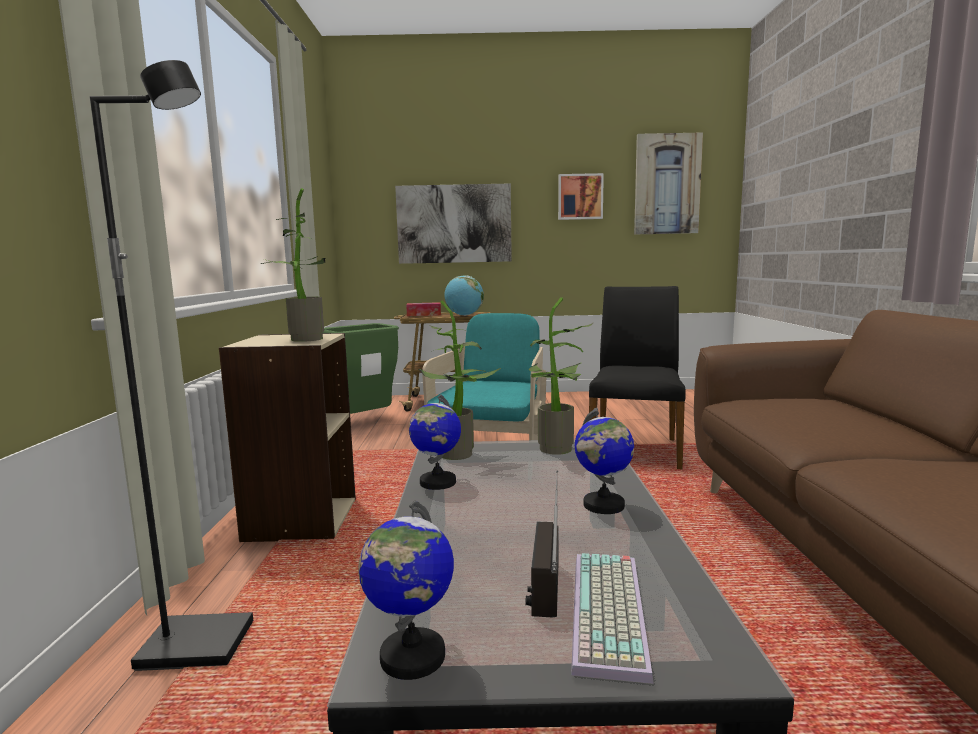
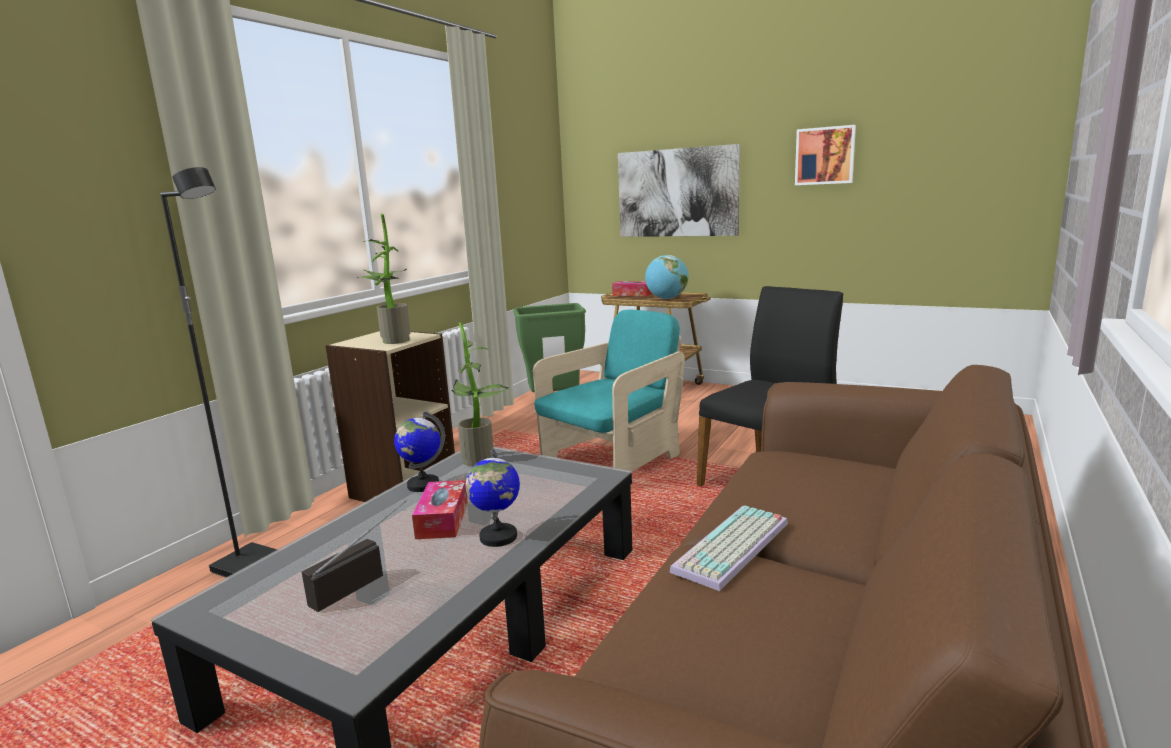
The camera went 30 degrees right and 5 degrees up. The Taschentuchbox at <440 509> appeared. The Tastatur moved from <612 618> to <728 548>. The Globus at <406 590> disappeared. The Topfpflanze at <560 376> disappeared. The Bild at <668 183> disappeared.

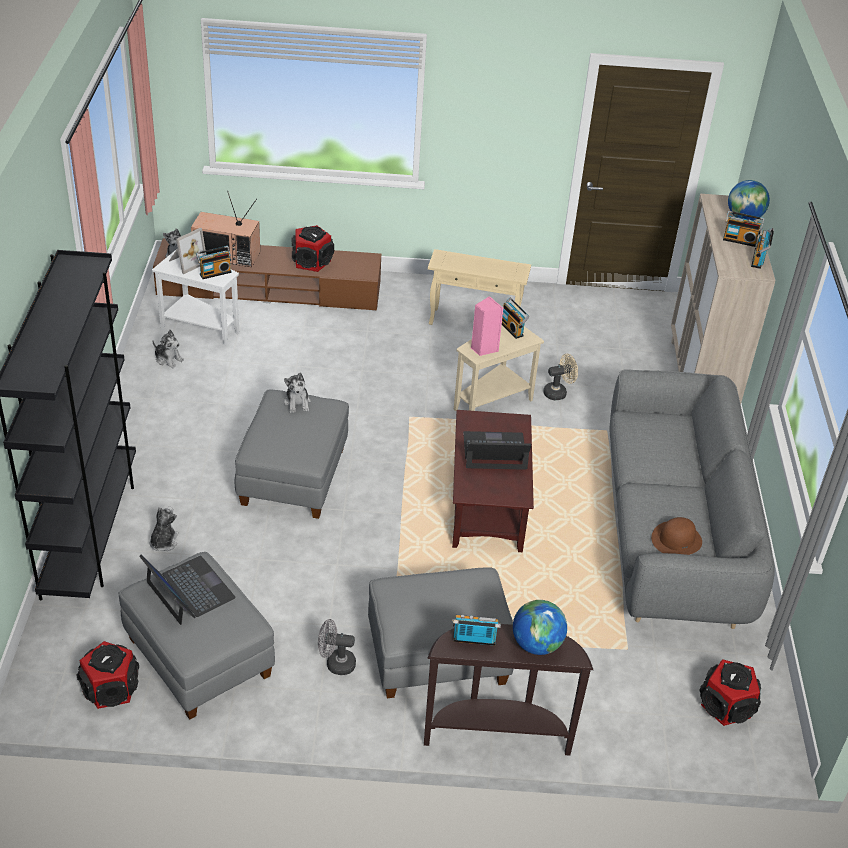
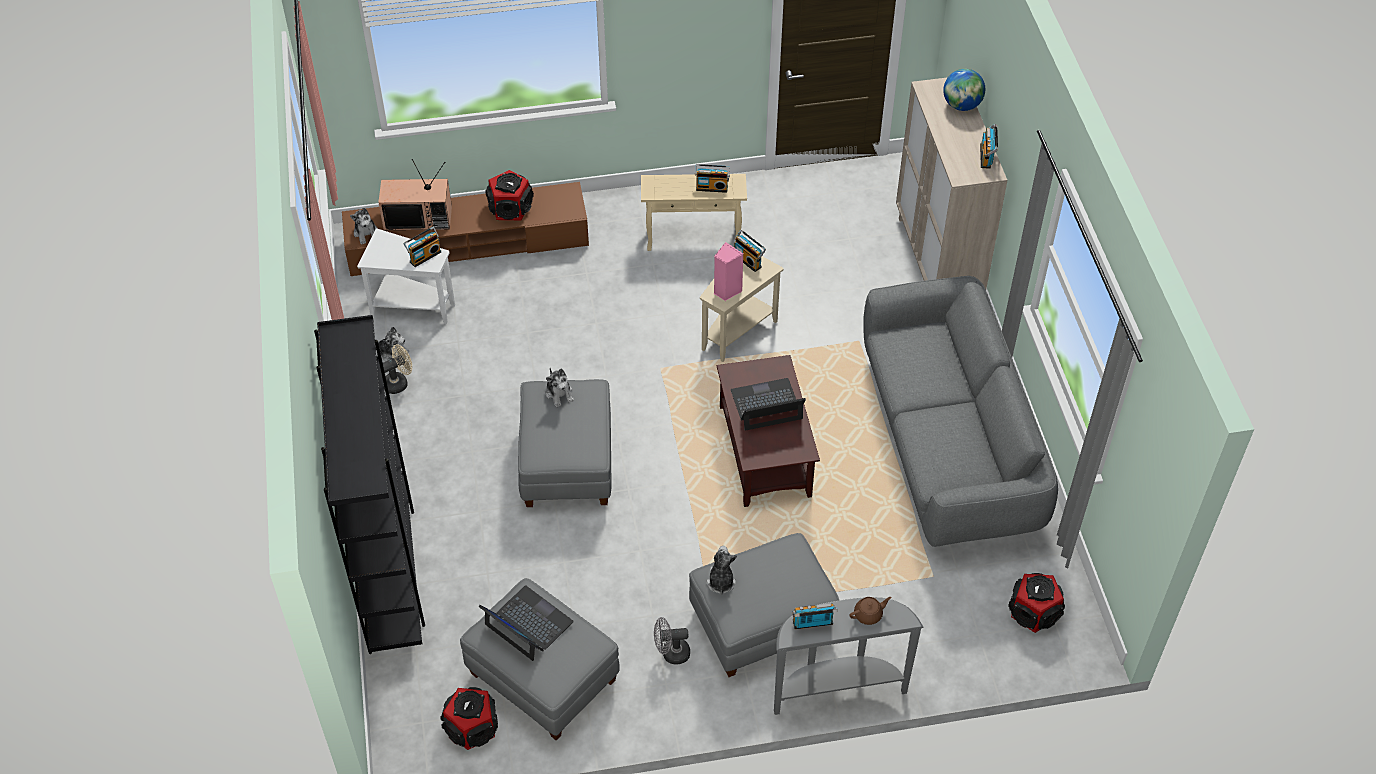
The camera went 10 degrees left and 10 degrees up. The Ventilator/beige moved from <560 377> to <397 369>. The Radio moved from <743 229> to <712 178>. The Plüschtier moved from <164 528> to <721 570>. The Konsolentisch/braun at <508 690> became the Konsolentisch/grau at <849 656>. The Globus at <540 627> was replaced by the Teekanne/braun at <870 611>. The Bilderrahmen at <187 251> disappeared. The Hut/braun at <676 536> disappeared.

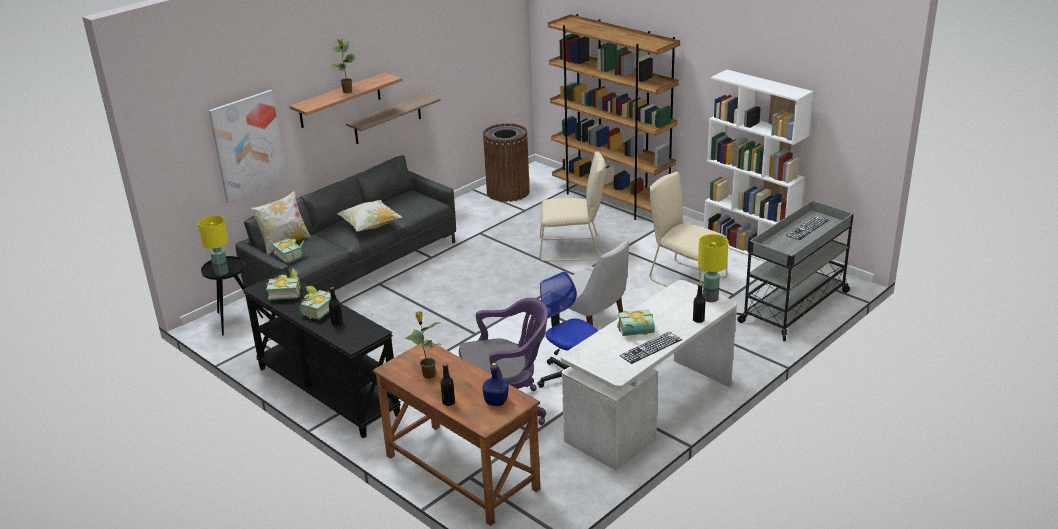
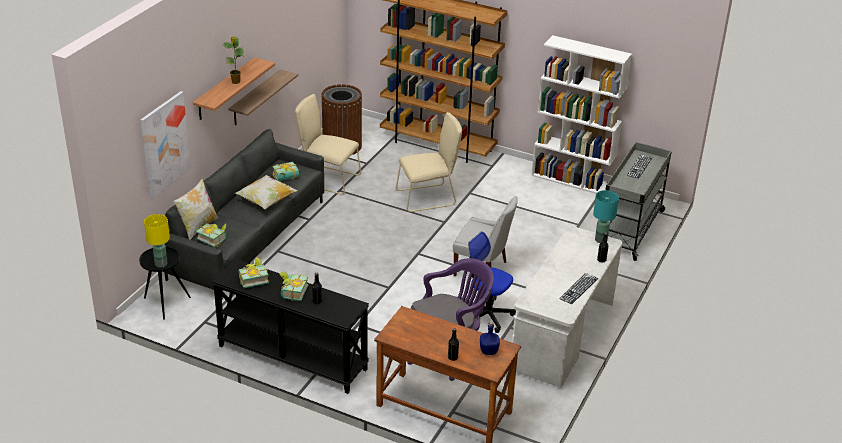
The camera went 20 degrees left and 5 degrees up. The Buch moved from <636 322> to <285 171>. The Stuhl/beige moved from <688 229> to <328 144>. The Tischlampe/gelb at <713 268> became the Tischlampe/türkis at <606 216>. The Topfpflanze at <423 345> disappeared.

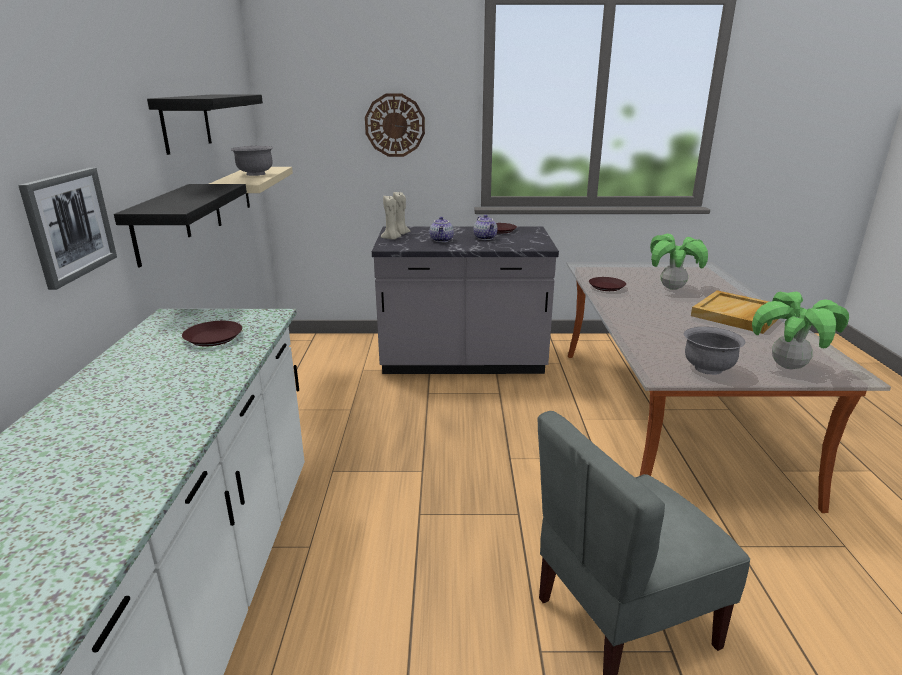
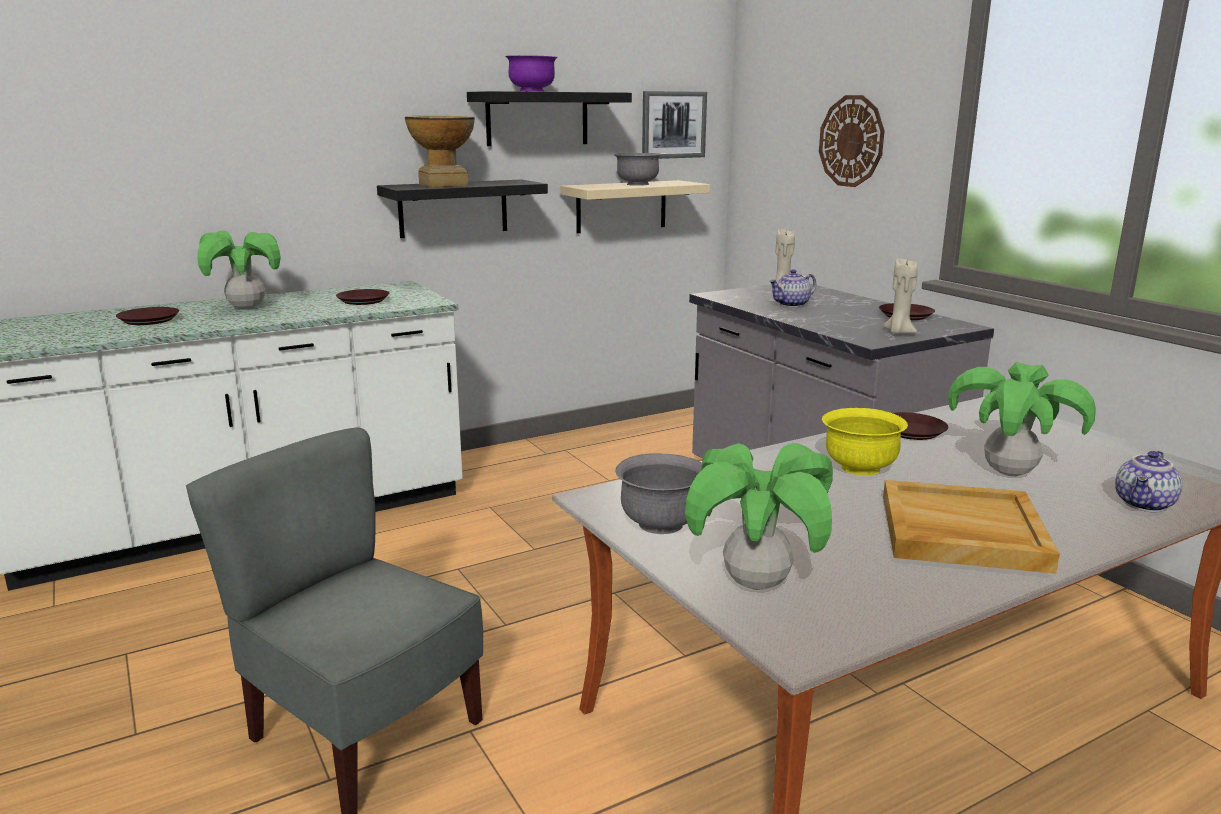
The camera went 60 degrees right and 5 degrees down. The Teller/braun at <147 316> appeared. The Topfpflanze at <239 270> appeared. The Vase at <440 152> appeared. The Schüssel/lila at <531 73> appeared. The Bild moved from <67 229> to <674 125>. The Schüssel/gelb at <865 442> appeared. The Kerze/beige moved from <391 218> to <901 296>. The Teekanne moved from <485 227> to <1148 481>.

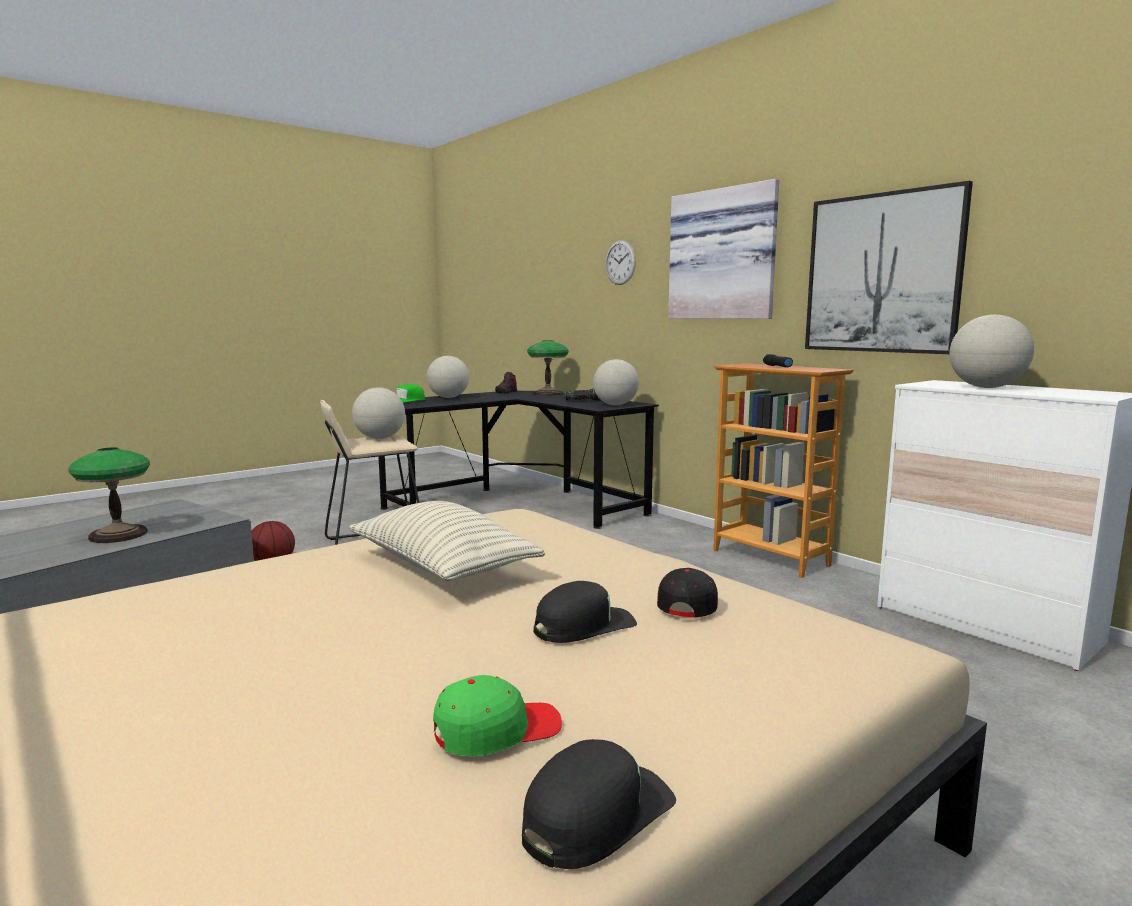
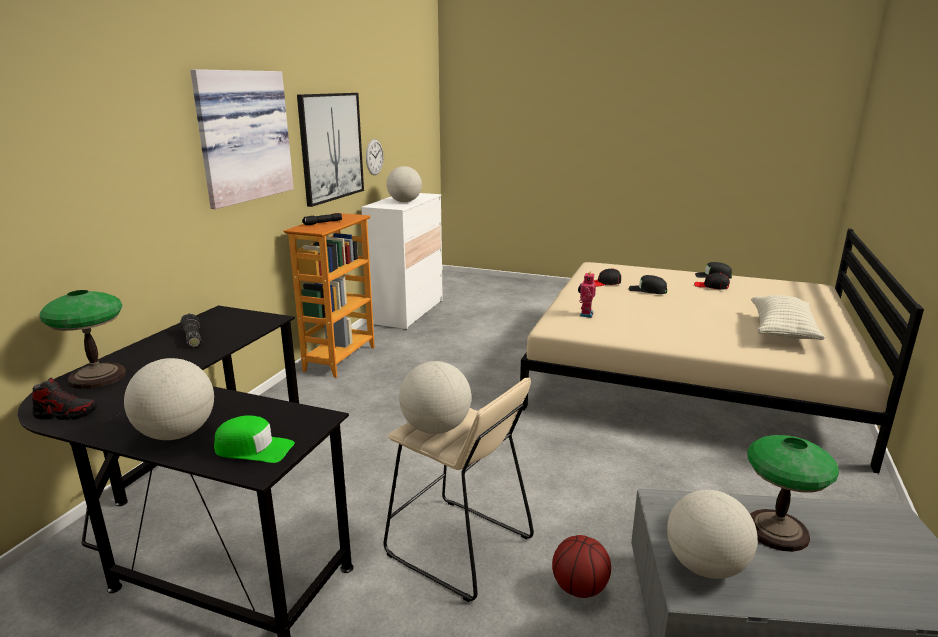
The camera went 120 degrees left and 10 degrees up. The Wanduhr moved from <620 262> to <375 157>. The Spielzeugroboter at <587 295> appeared. The Globus moved from <616 382> to <712 534>. The Kappe/grün at <497 715> became the Kappe/schwarz at <712 281>. The Kissen moved from <447 541> to <788 317>.

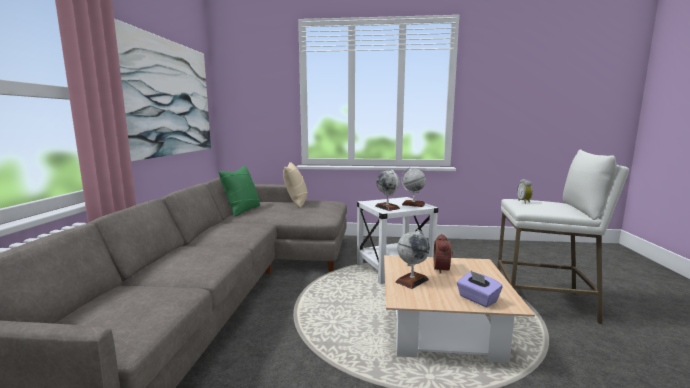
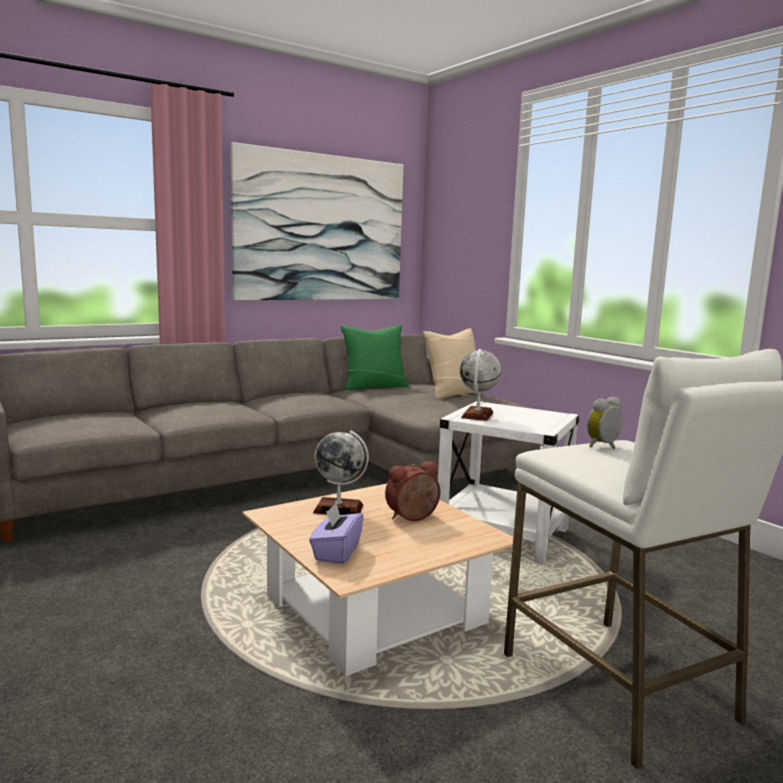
The camera went 50 degrees right and 0 degrees up. The Globus at <413 187> disappeared.

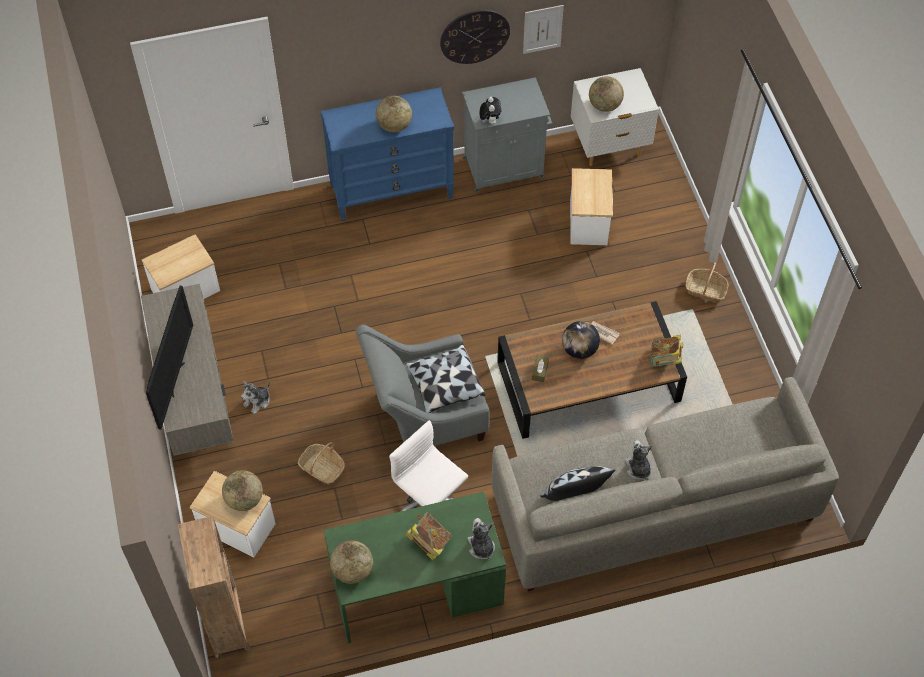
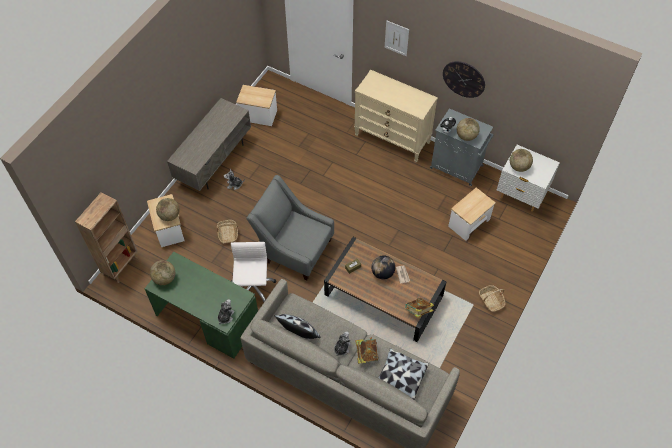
The camera went 45 degrees right and 0 degrees up. The Kommode/blau at <387 154> became the Kommode/beige at <396 116>. The Buch moved from <428 536> to <367 350>. The Kissen moved from <445 379> to <403 374>. The Bild moved from <543 29> to <397 38>. The Globus moved from <394 114> to <468 129>. The Fernseher at <169 358> disappeared.

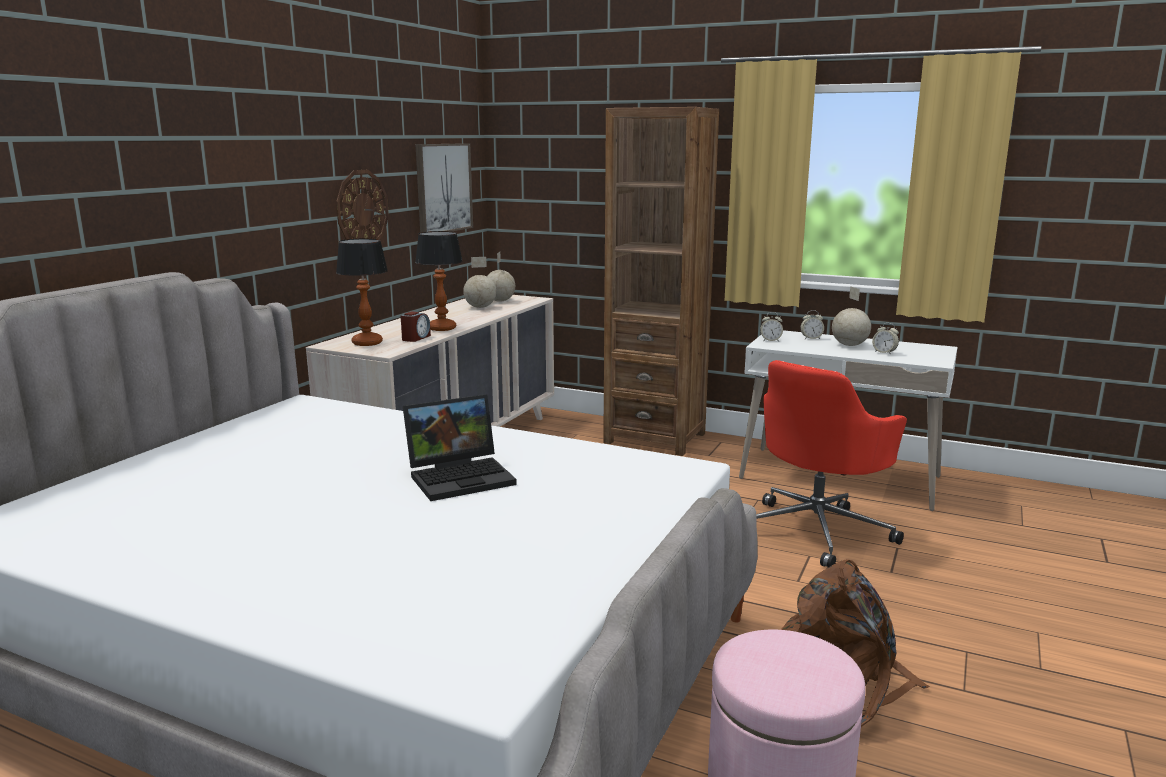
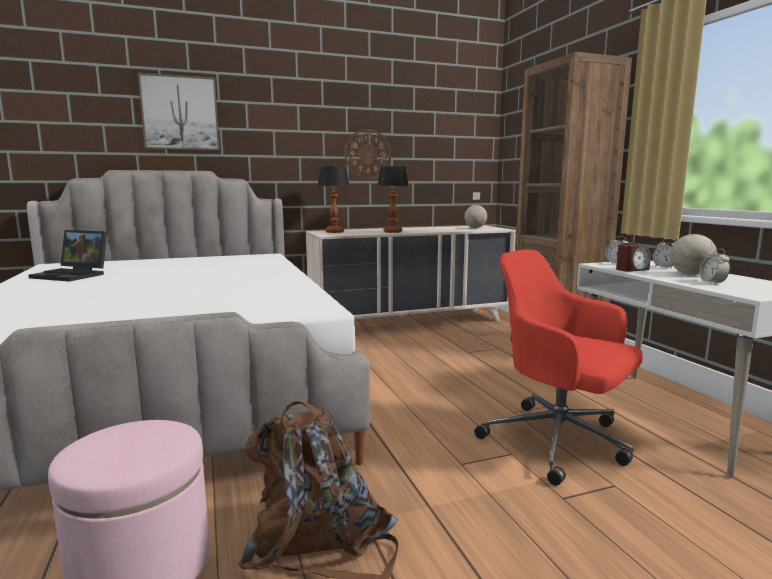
The camera went 45 degrees right and 5 degrees down. The Laptop moved from <460 447> to <68 256>. The Bild moved from <444 188> to <179 111>. The Bürostuhl/rot at <831 463> turned 45 degrees clockwise. The Wecker moved from <416 326> to <633 257>. The Globus at <479 282> disappeared.

